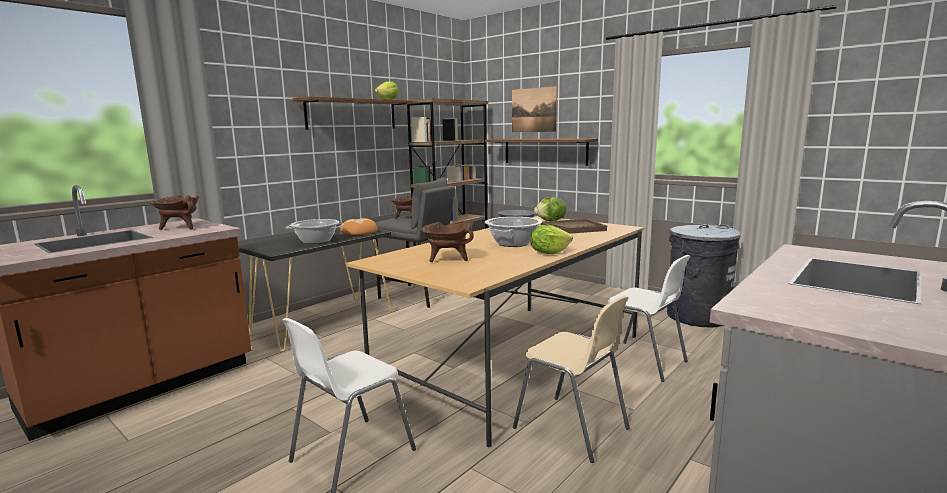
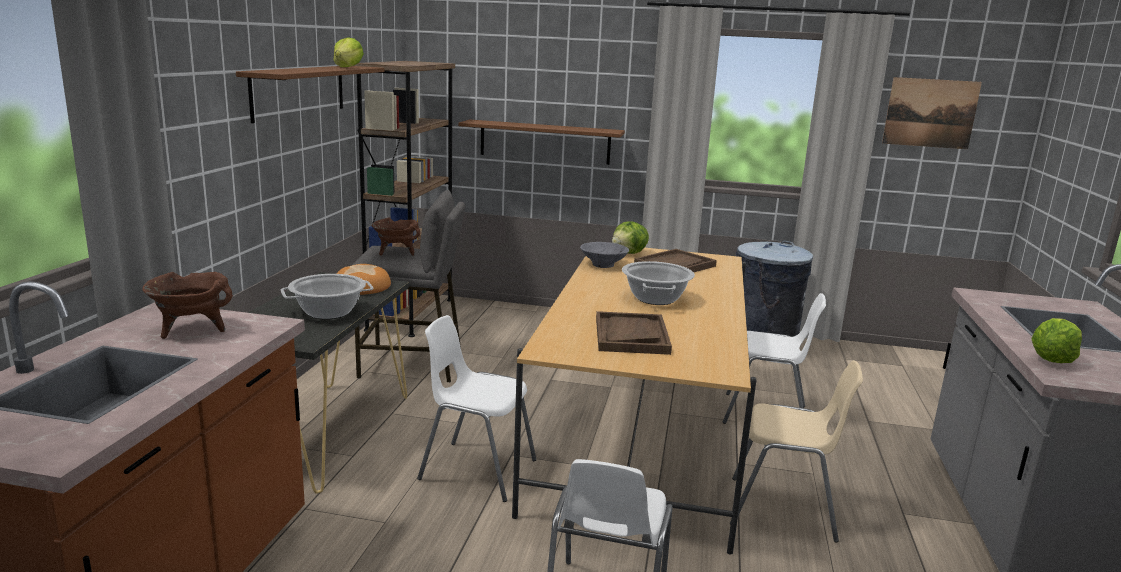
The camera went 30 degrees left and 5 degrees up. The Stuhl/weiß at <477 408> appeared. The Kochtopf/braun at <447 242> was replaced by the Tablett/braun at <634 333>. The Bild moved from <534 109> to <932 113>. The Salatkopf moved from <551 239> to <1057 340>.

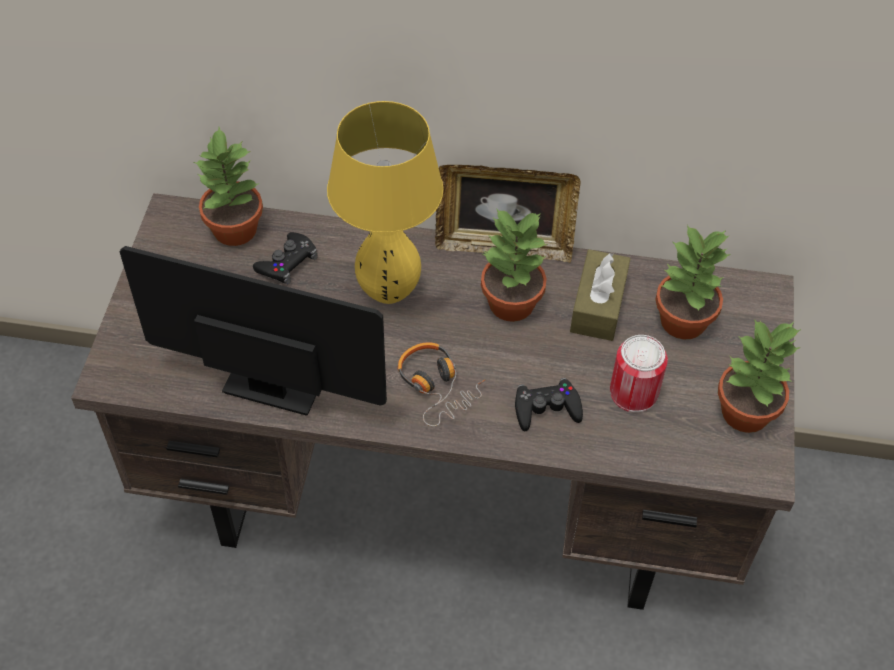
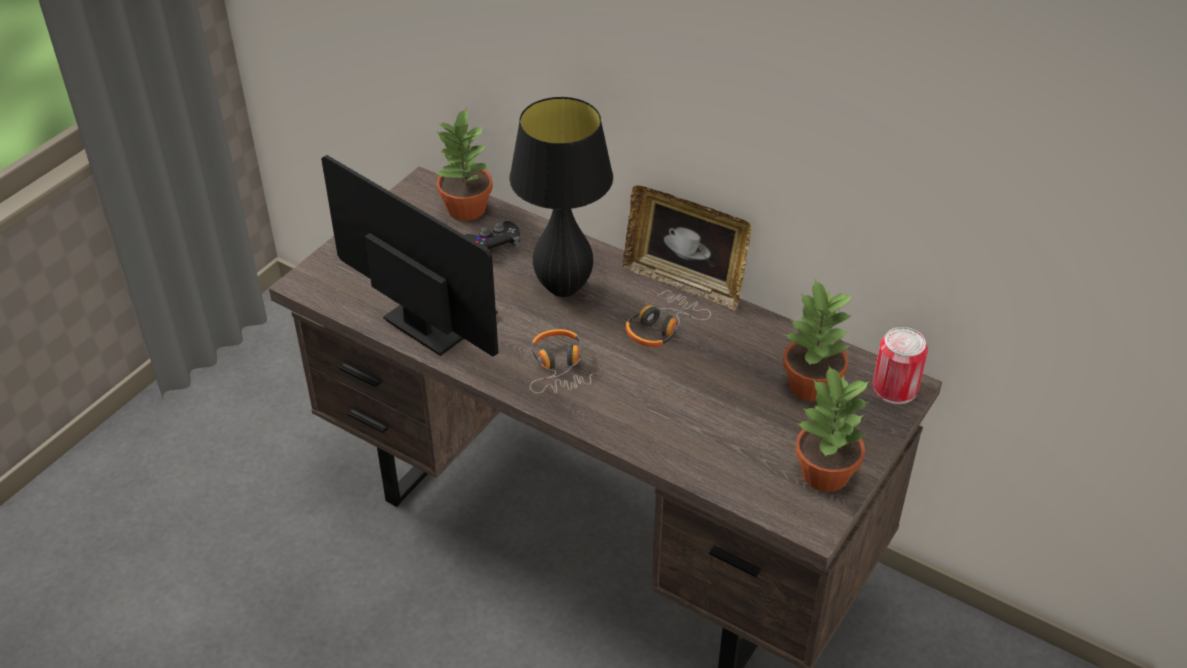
The camera went 25 degrees right and 10 degrees down. The Tischlampe/gelb at <385 202> became the Tischlampe/schwarz at <561 197>. The Topfpflanze at <514 265> was replaced by the Kopfhörer at <668 318>. The Dose moved from <639 374> to <900 365>. The Gamepad/schwarz at <549 404> disappeared. The Taschentuchbox/braun at <600 295> disappeared.

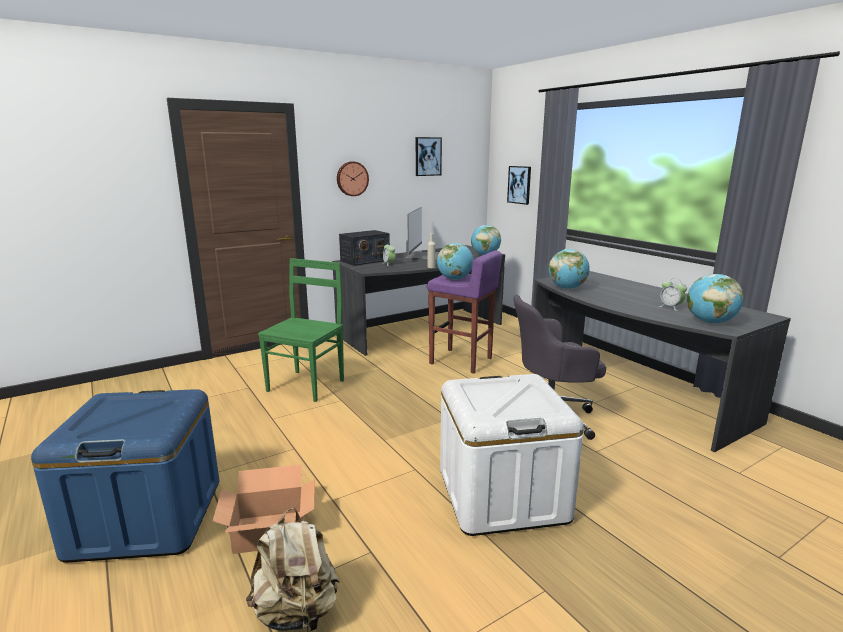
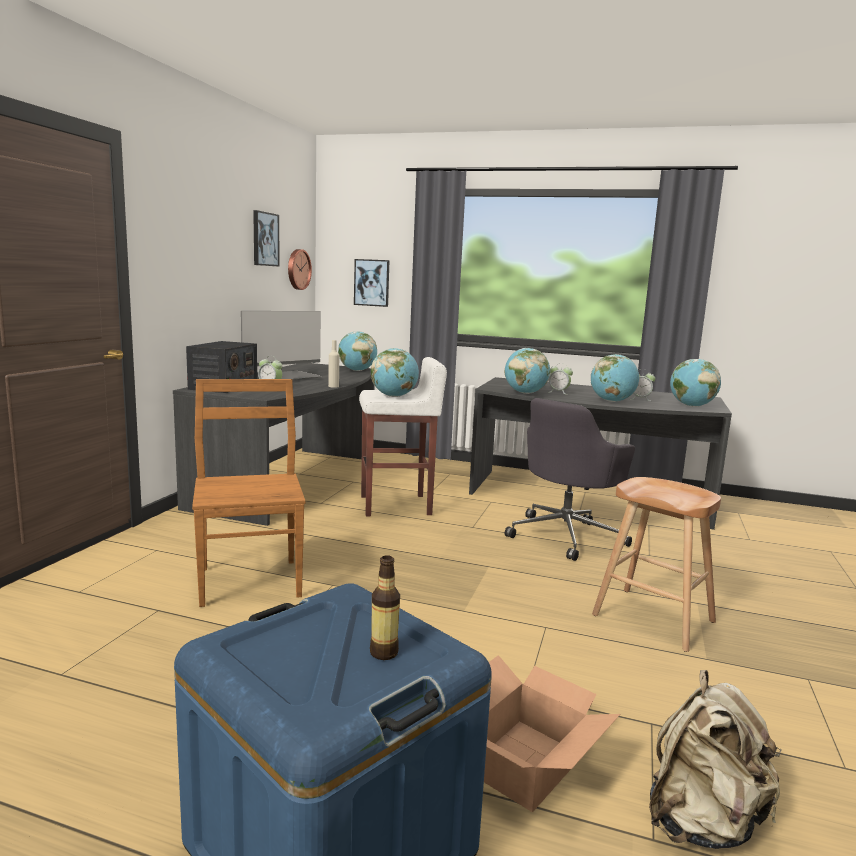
The camera went 40 degrees left and 5 degrees down. The Stuhl/grün at <301 330> became the Stuhl/braun at <248 493>. The Monitor at <422 233> turned 75 degrees clockwise. The Wanduhr moved from <353 179> to <300 269>. The Hocker/lila at <464 312> became the Hocker/weiß at <403 437>. The Flasche at <385 607> appeared. The Wecker at <561 378> appeared. The Globus at <615 378> appeared. The Aufbewahrungsbox/weiß at <512 455> was replaced by the Hocker/braun at <656 564>.

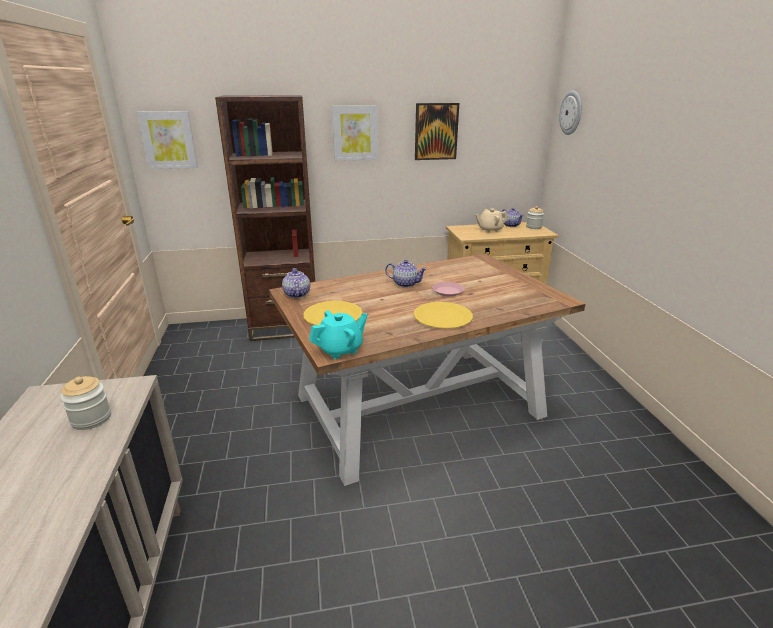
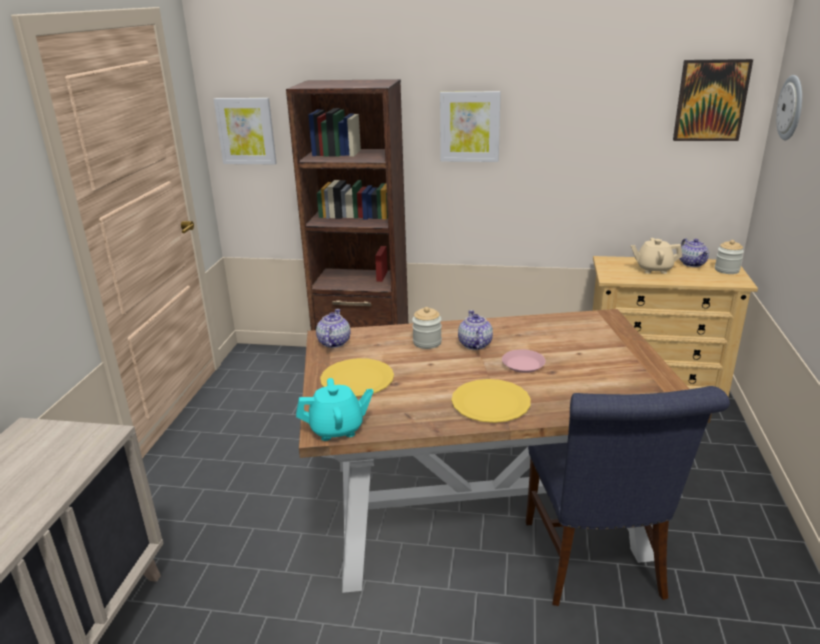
The camera went 20 degrees right and 0 degrees up. The Vorratsglas moved from <85 403> to <427 328>. The Teekanne at <406 273> turned 135 degrees counterclockwise. The Stuhl/blau at <628 496> appeared. The Bild moved from <437 131> to <713 100>.

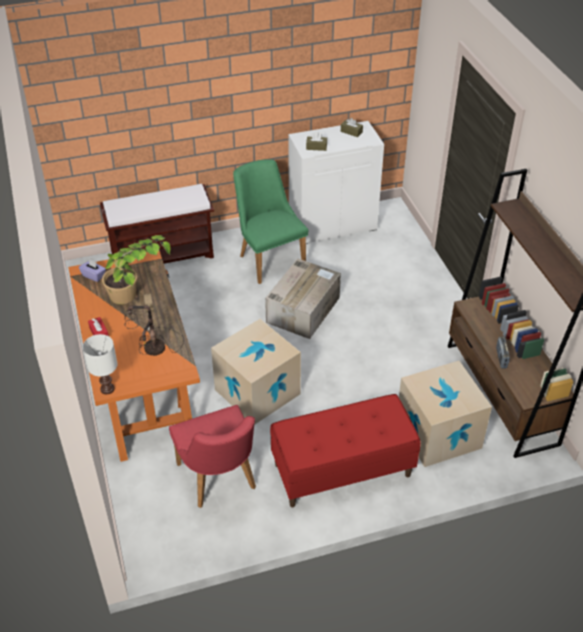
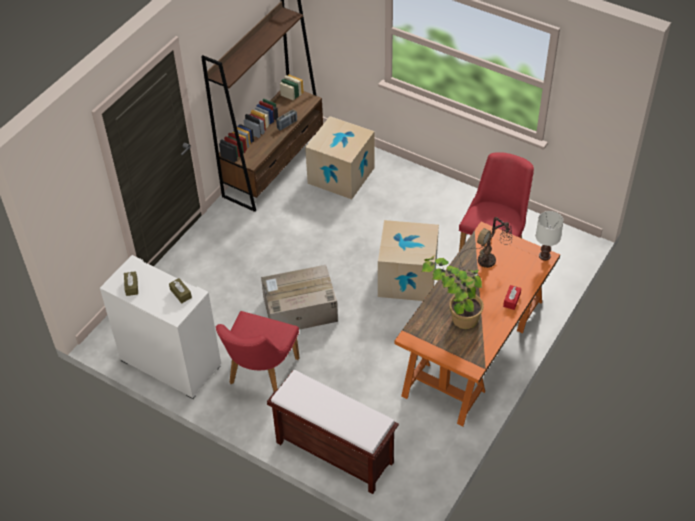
The camera went 130 degrees left and 5 degrees up. The Stuhl/grün at <270 221> became the Stuhl/rot at <258 351>. The Taschentuchbox/lila at <92 270> disappeared. The Bank/rot at <345 450> disappeared.

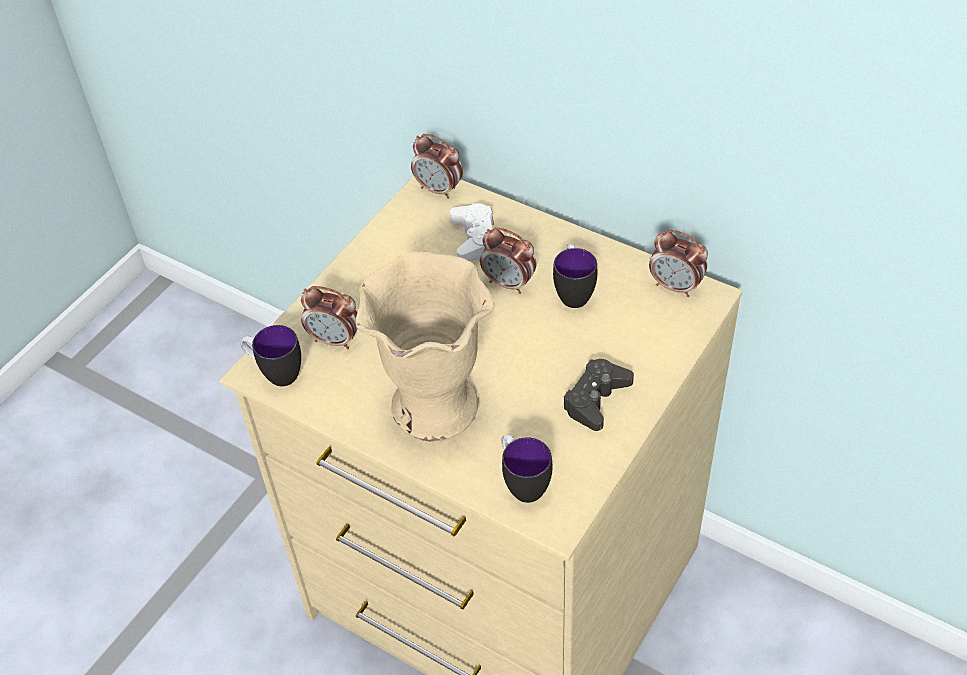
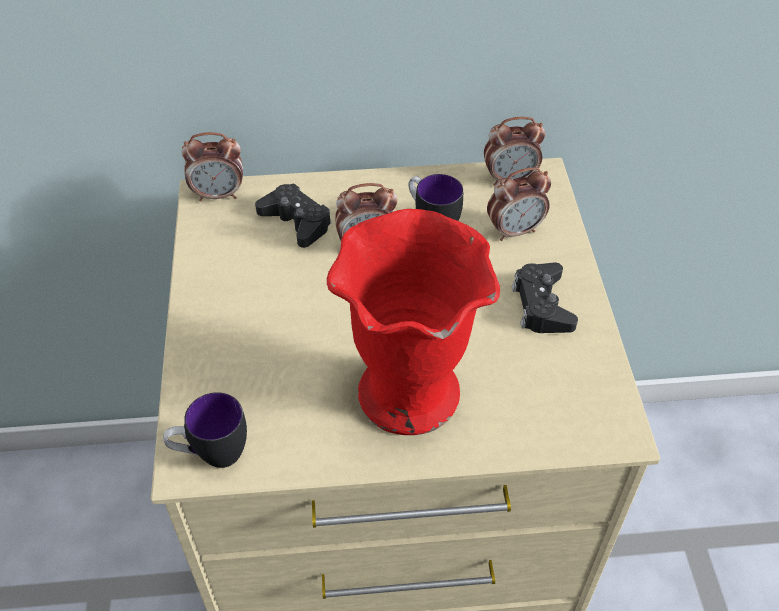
The camera went 40 degrees left and 0 degrees up. The Gamepad/weiß at <472 232> became the Gamepad/schwarz at <293 215>. The Vase/beige at <425 347> became the Vase/rot at <413 322>. The Wecker moved from <329 317> to <519 204>. The Henkelbecher at <526 468> disappeared.

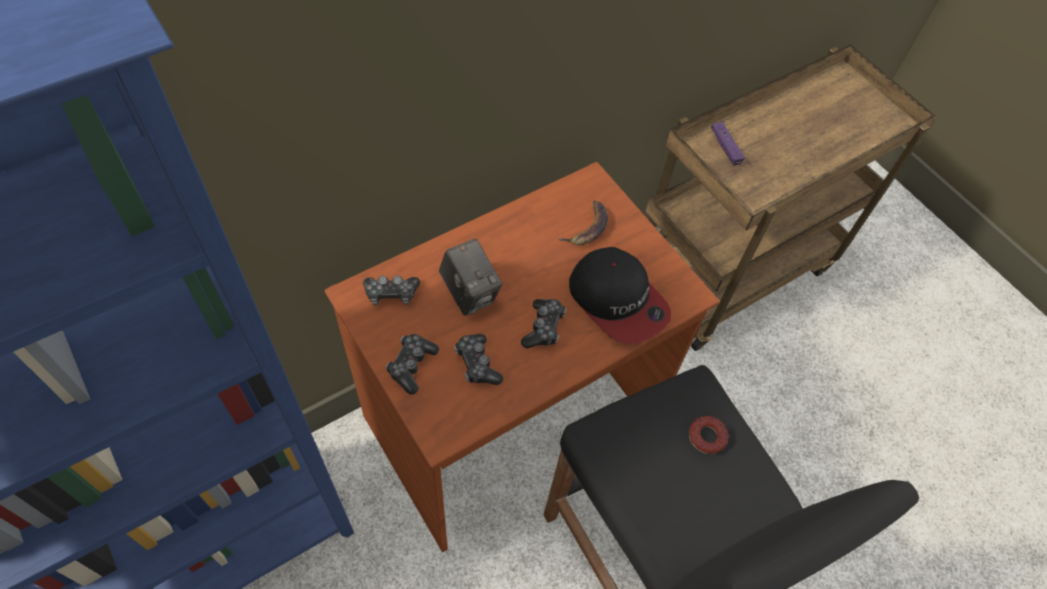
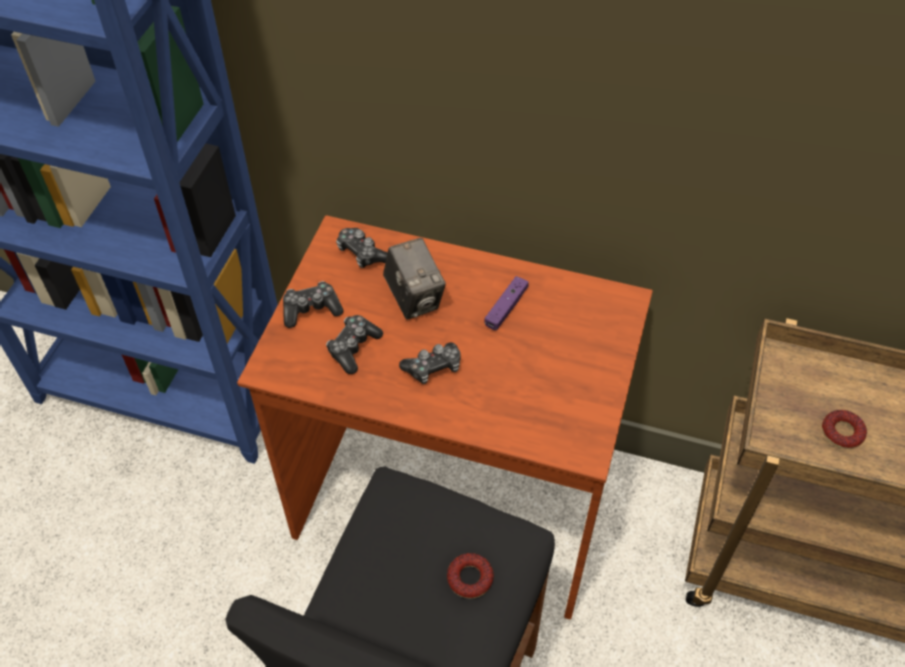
The camera went 55 degrees right and 5 degrees down. The Kamera at <470 277> turned 45 degrees counterclockwise. The Gamepad/lila moved from <728 144> to <506 303>. The Donut at <844 429> appeared. The Banane at <583 223> disappeared. The Kappe at <620 295> disappeared.

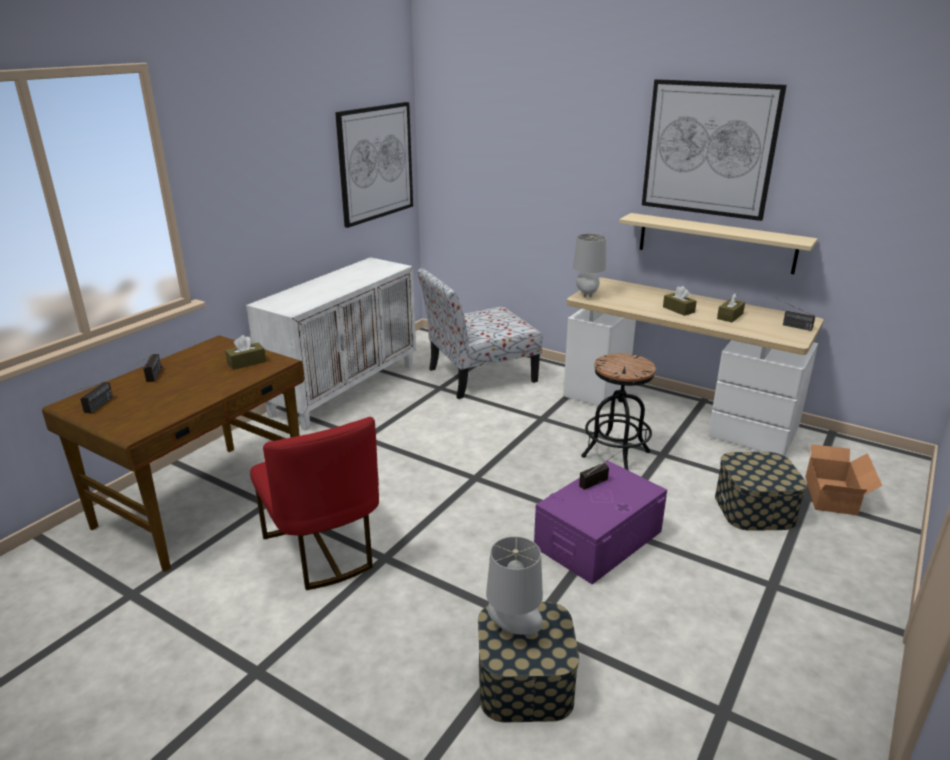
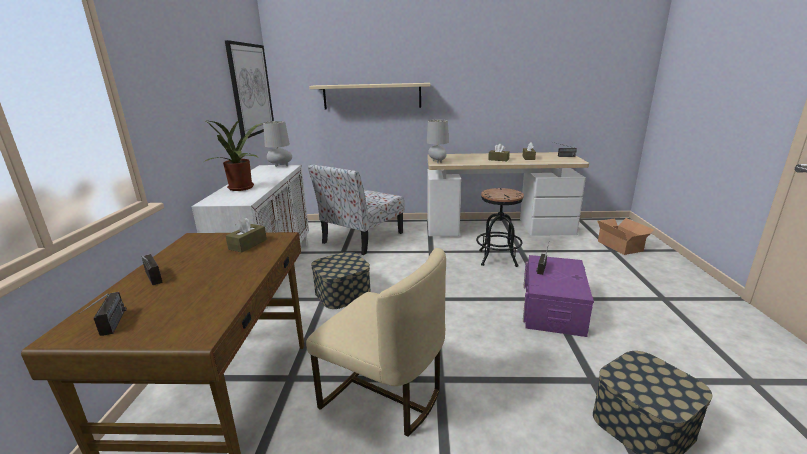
The camera went 30 degrees left and 5 degrees down. The Topfpflanze at <233 155> appeared. The Tischlampe/grau moved from <514 587> to <277 144>. The Stuhl/rot at <314 503> became the Stuhl/beige at <376 342>. The Wandregal/beige moved from <718 243> to <369 96>. The Aufbewahrungsbox moved from <761 491> to <341 280>. The Bild at <714 150> disappeared.

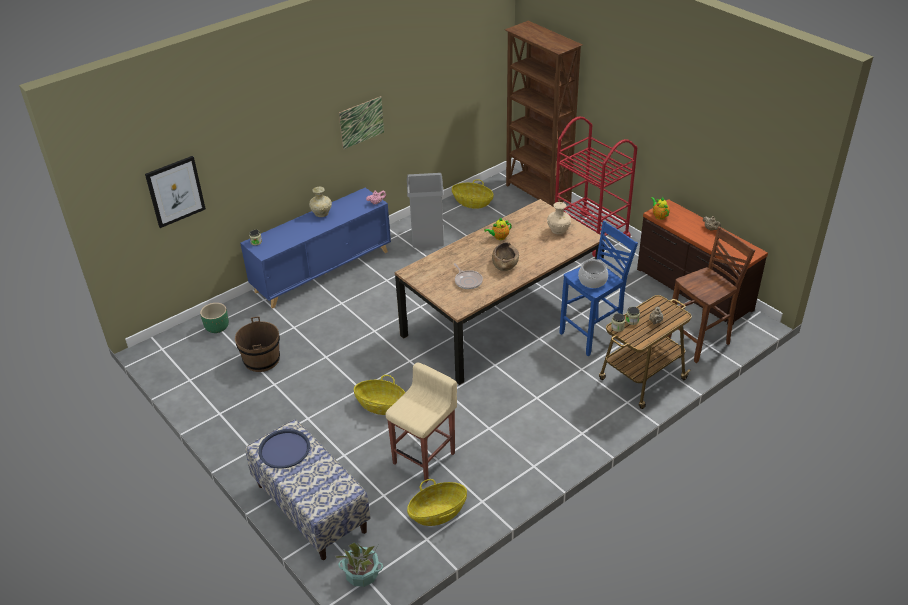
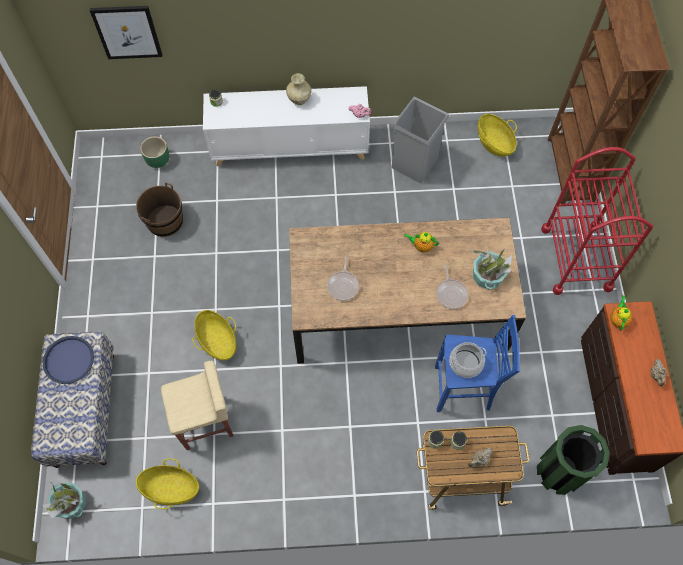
The camera went 35 degrees right and 25 degrees up. The Schrank/blau at <315 248> became the Schrank/weiß at <286 126>. The Pfanne at <452 287> appeared. The Vase/beige at <559 218> was replaced by the Topfpflanze at <491 268>. The Hocker/braun at <711 295> was replaced by the Mülleimer/grün at <573 460>. The Bild at <361 123> disappeared. The Schüssel/braun at <505 256> disappeared.

